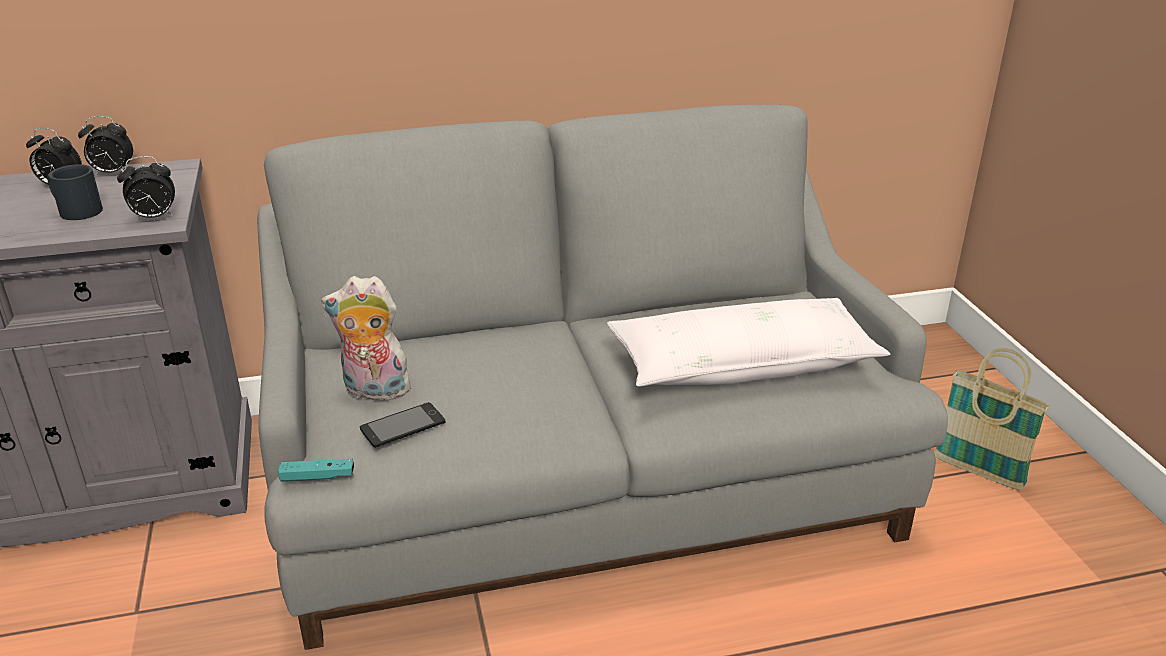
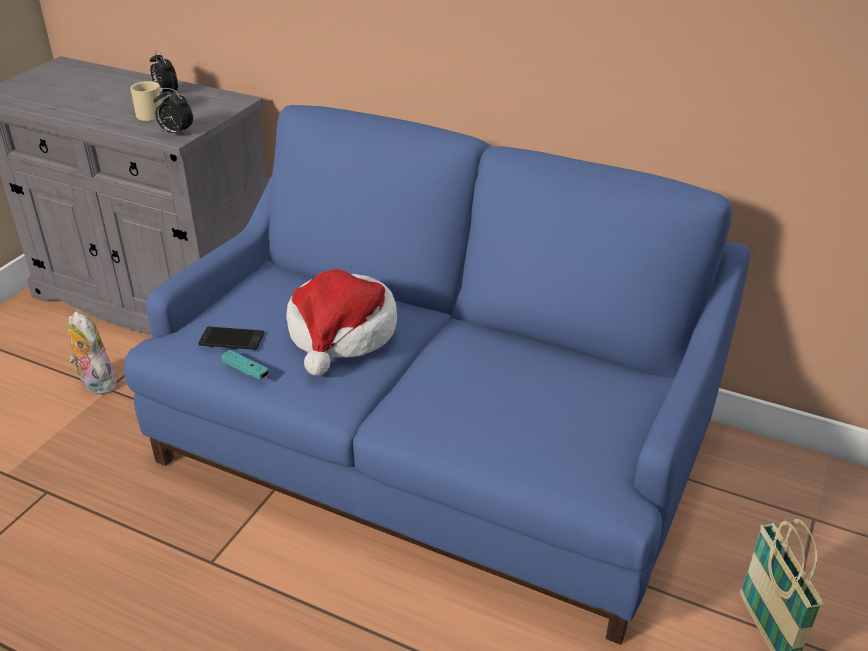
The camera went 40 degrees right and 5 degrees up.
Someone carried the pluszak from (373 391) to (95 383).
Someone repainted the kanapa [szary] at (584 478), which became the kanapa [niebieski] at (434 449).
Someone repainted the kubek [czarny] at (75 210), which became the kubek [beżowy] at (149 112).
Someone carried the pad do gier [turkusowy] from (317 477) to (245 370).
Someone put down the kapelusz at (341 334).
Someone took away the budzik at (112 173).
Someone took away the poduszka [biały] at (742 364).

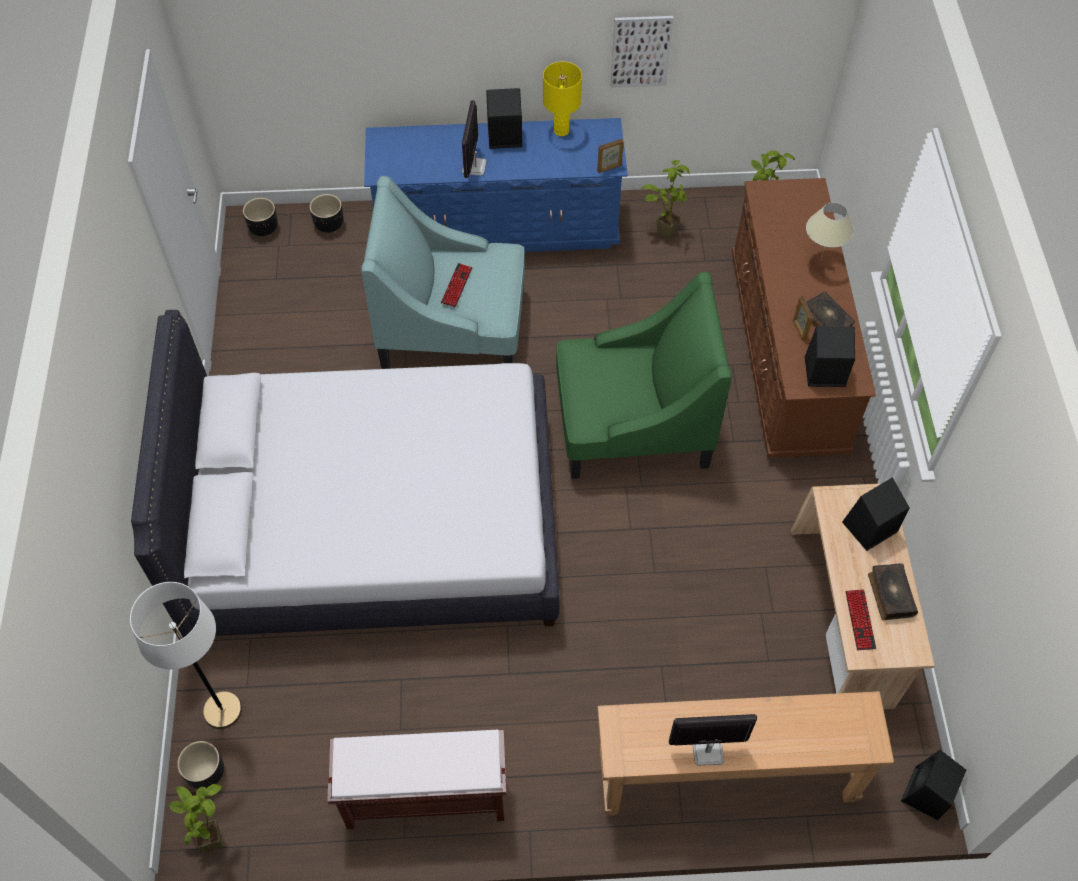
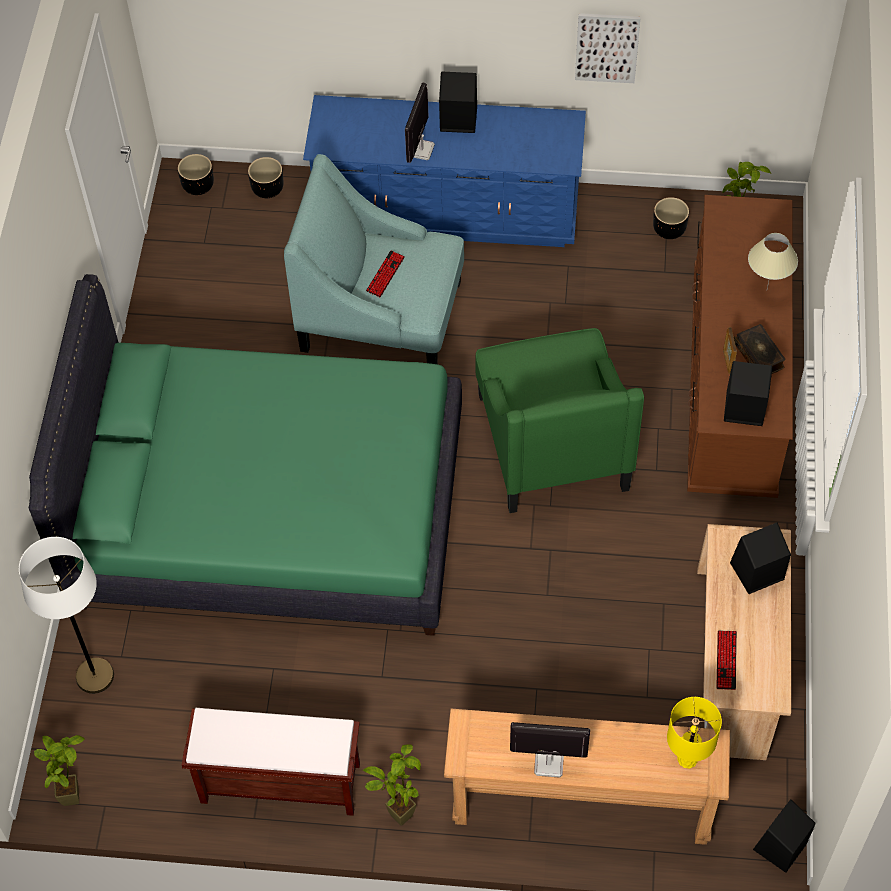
The camera went 10 degrees right and 0 degrees up.
Someone repainted the łóżko [biały] at (375 524), which became the łóżko [zielony] at (270 512).
Someone carried the roślina doniczkowa from (662 230) to (398 808).
Someone rotated the fotel [zielony] at (631 425) by 75 degrees clockwise.
Someone carried the donica [czarny] from (206 772) to (669 229).
Someone carried the lampa stołowa [żółty] from (561 130) to (687 758).
Someone took away the ramka na zdjęcie at (609 168).
Someone took away the książka at (890 595).

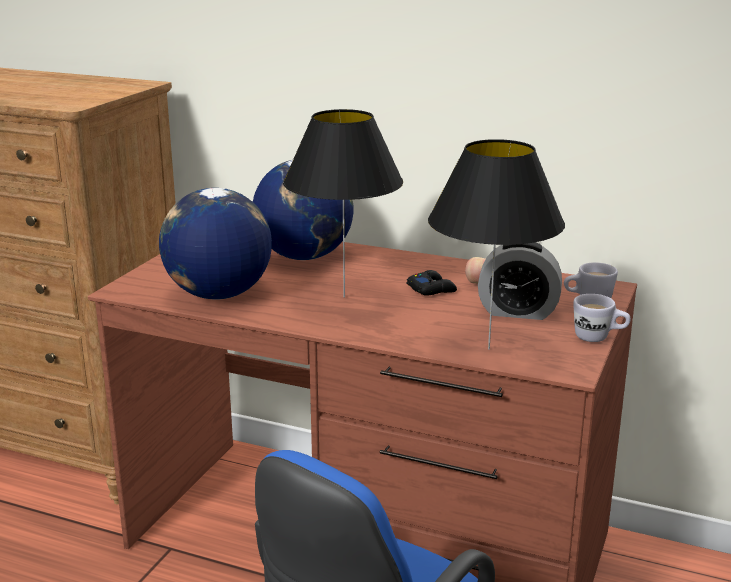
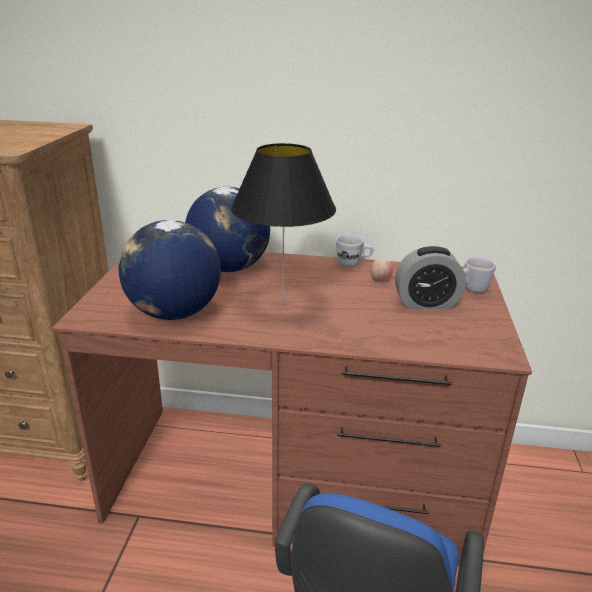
The camera went 15 degrees left and 5 degrees up.
Someone carried the kubek [biały] from (599 338) to (353 264).
Someone took away the pad do gier [czarny] at (431 289).
Someone took away the lampa stołowa [czarny] at (488 349).

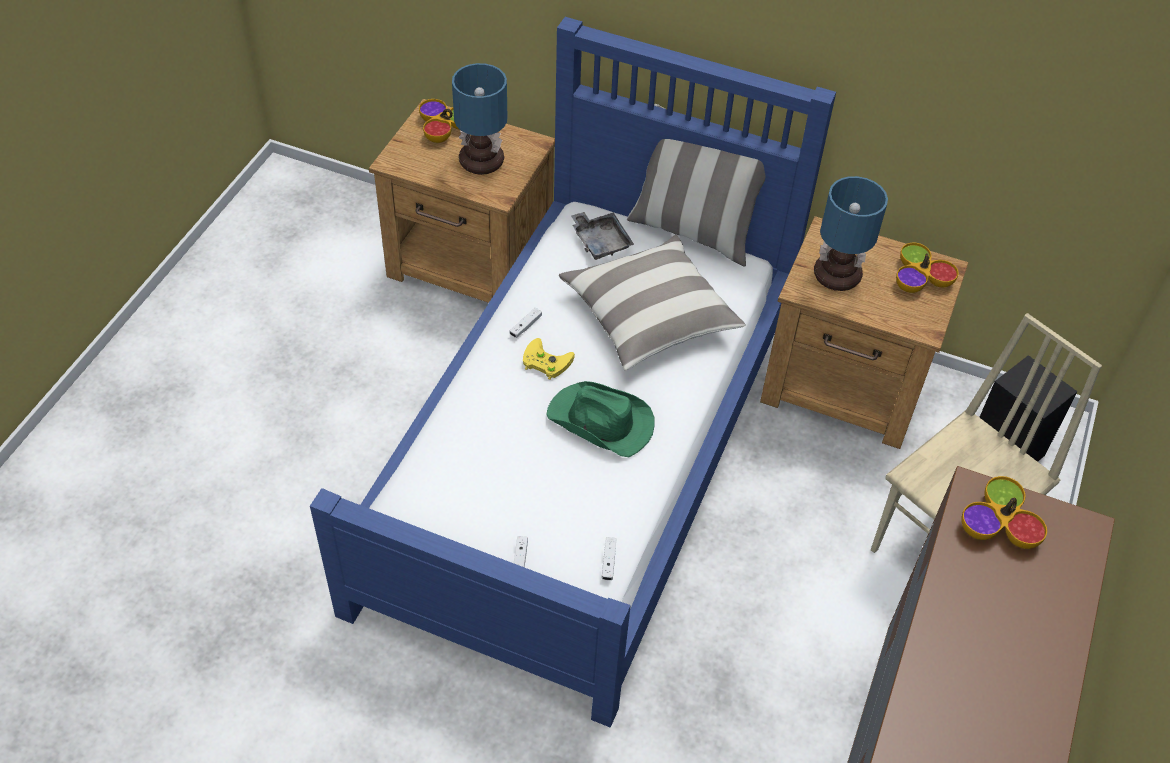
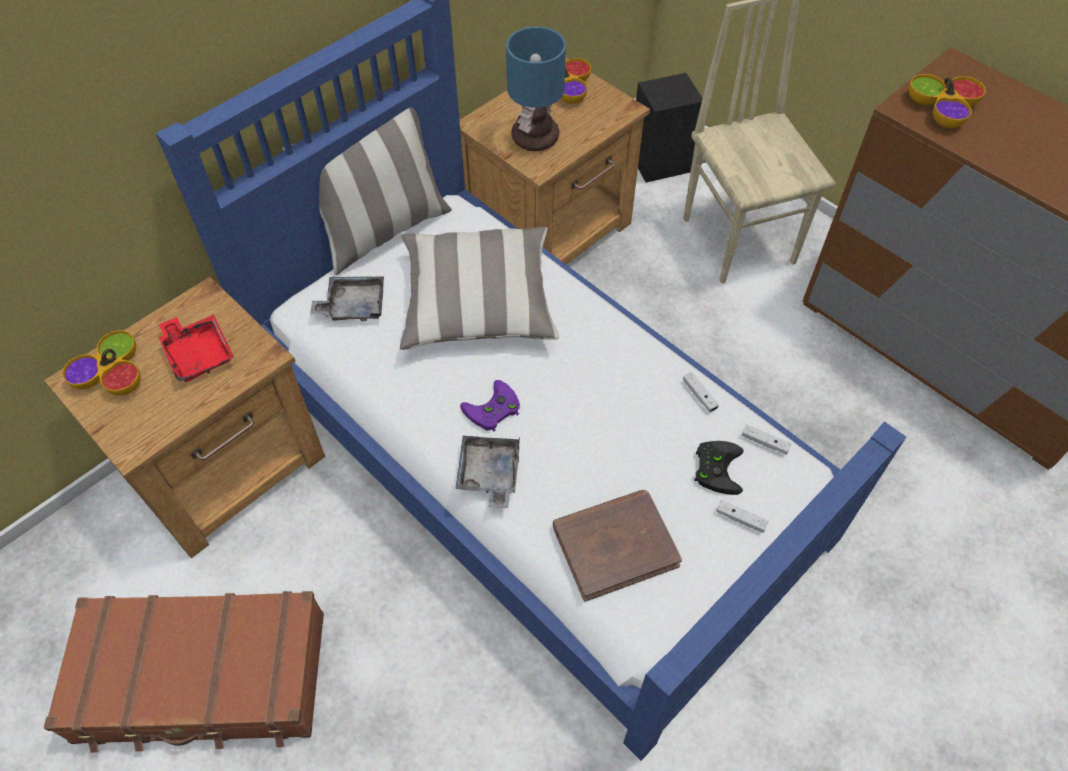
The camera went 65 degrees left and 5 degrees up.
Someone put down the walizka [brązowy] at (203 678).
Someone swapped the lampa stołowa at (483 161) for the taca [czerwony] at (198 354).
Someone put down the taca [szary] at (489 474).
Someone repainted the pad do gier [żółty] at (544 362), which became the pad do gier [fioletowy] at (492 411).
Someone put down the książka [brązowy] at (615 545).
Someone carried the pad do gier [biały] from (525 326) to (699 395).
Someone put down the pad do gier [czarny] at (716 467).
Someone took away the kapelusz [zielony] at (601 422).

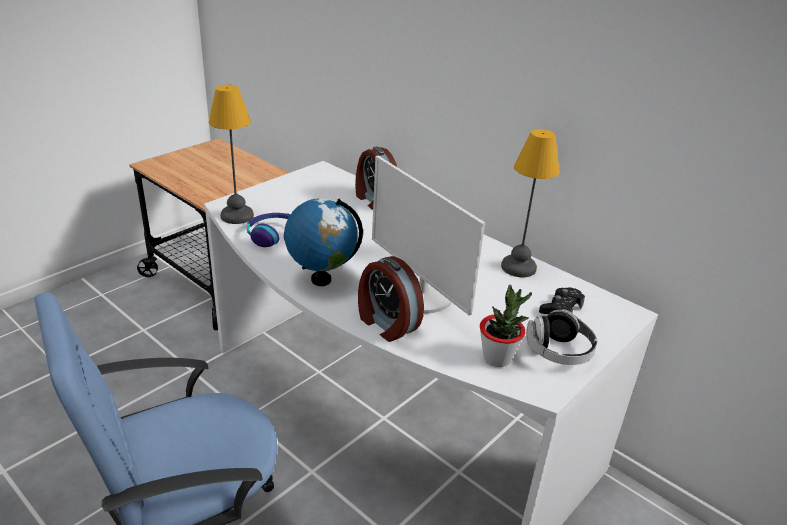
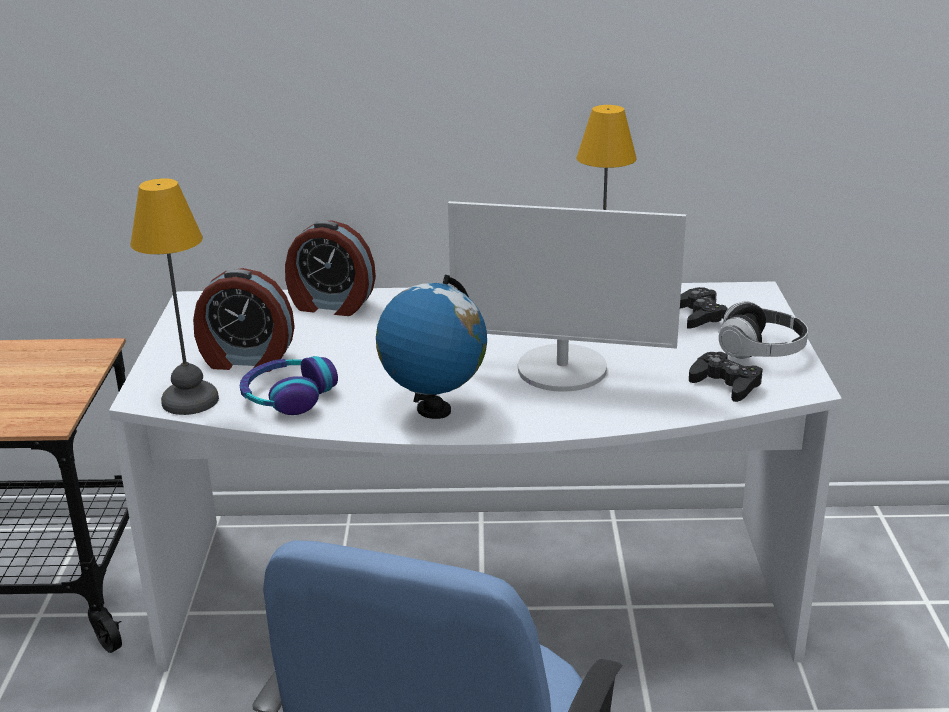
The camera went 40 degrees left and 5 degrees down.
Someone carried the budzik from (386 324) to (246 360).
Someone swapped the roślina doniczkowa at (497 358) for the pad do gier [czarny] at (725 384).

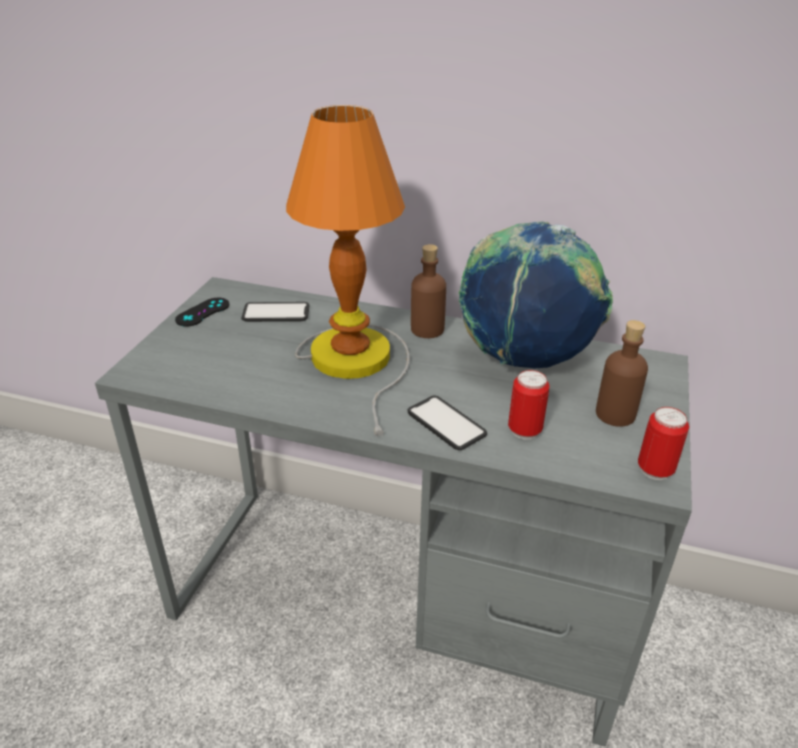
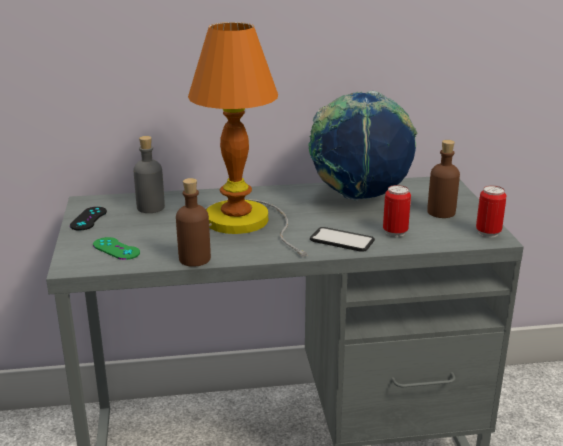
The camera went 25 degrees left and 10 degrees down.
Someone put down the pad do gier [zielony] at (116 249).
Someone swapped the telefon at (276 313) for the butelka [szary] at (150 207).
Someone carried the butelka [brązowy] from (427 329) to (194 259).

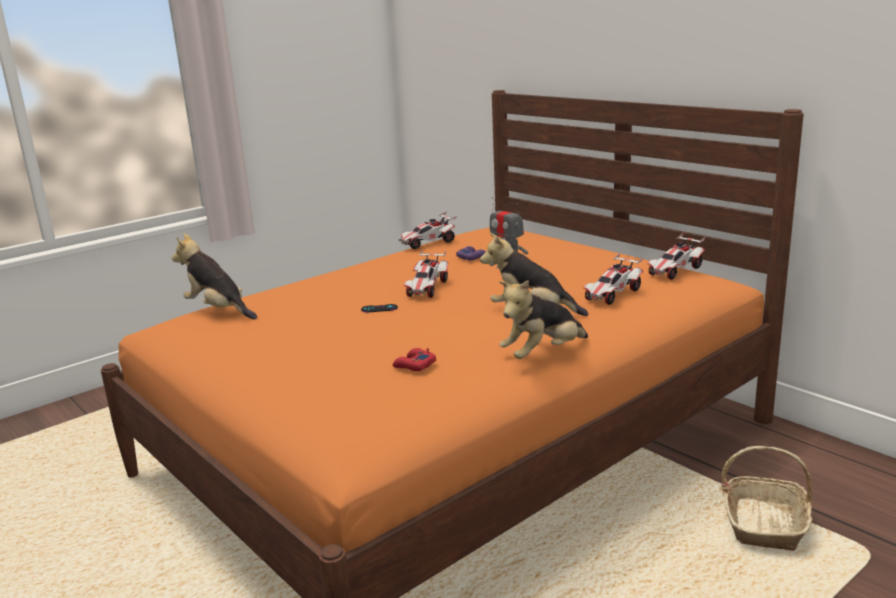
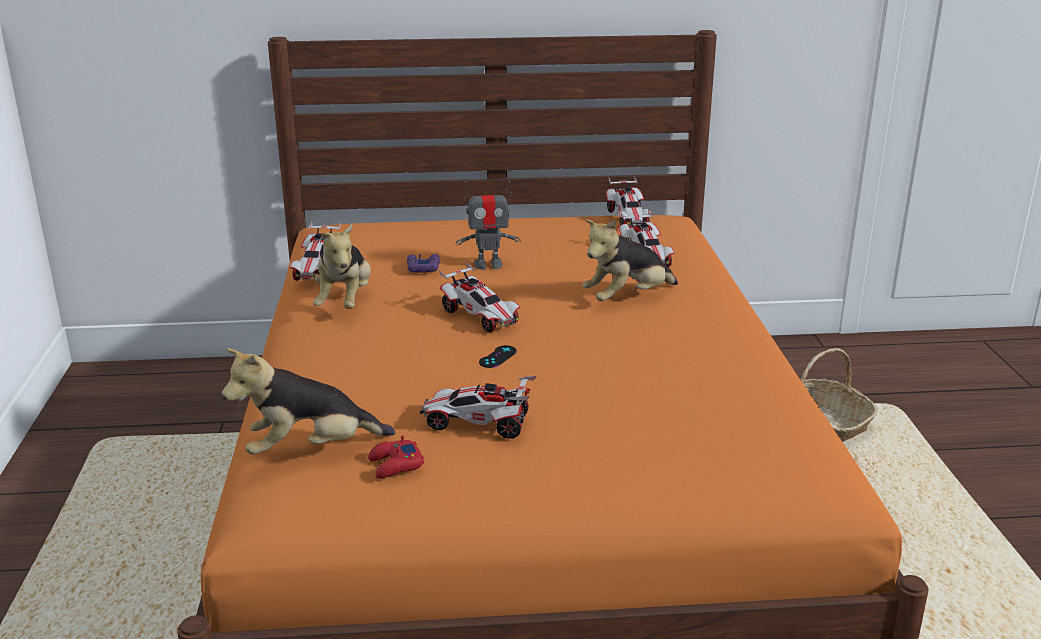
The camera went 55 degrees left and 5 degrees up.
Someone carried the pluszak from (542 354) to (345 302).
Someone carried the pad do gier [czerwony] from (414 365) to (395 465).
Someone put down the samochodzik at (478 424).

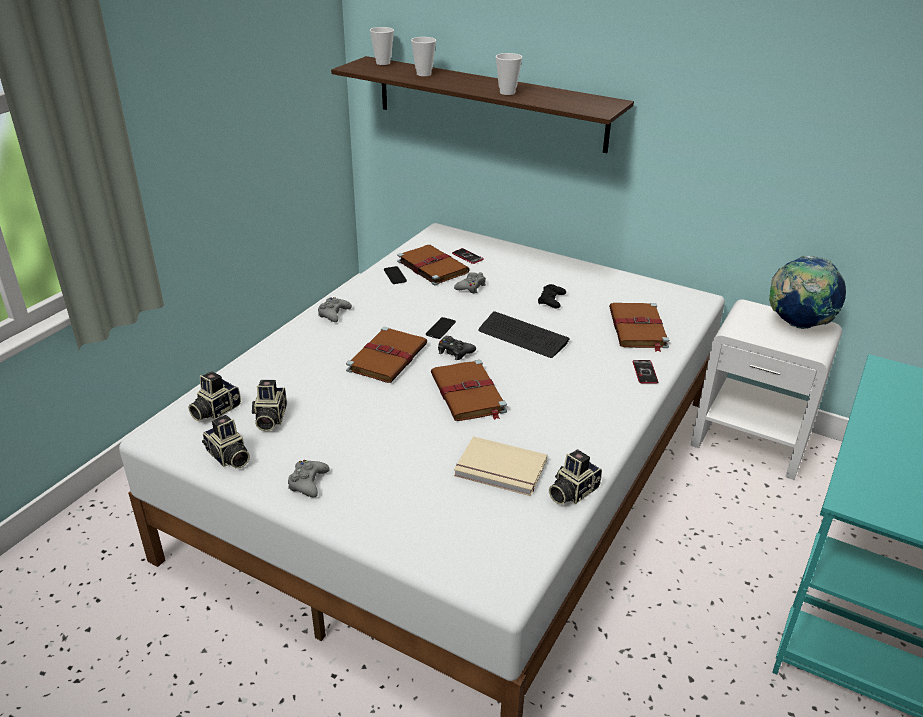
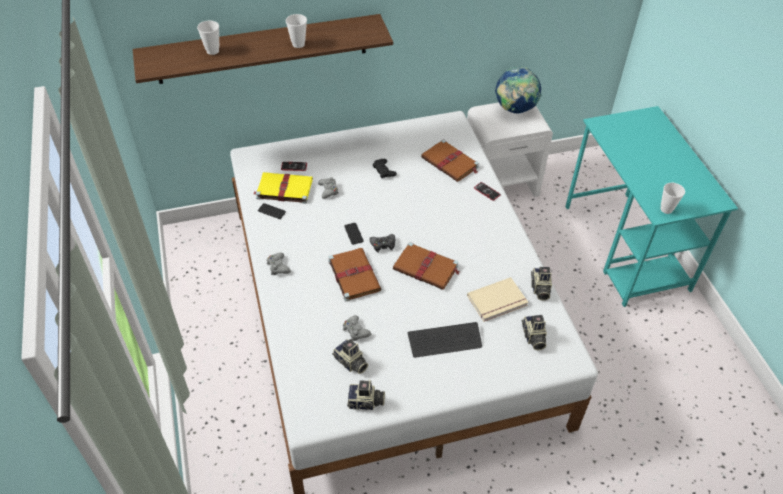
The camera went 45 degrees left and 15 degrees up.
Someone repainted the książka [brązowy] at (431 266), which became the książka [żółty] at (283 189).
Someone carried the pad do gier [szary] from (308 483) to (355 331).
Someone carried the klawiatura from (522 336) to (444 340).
Someone carried the aparat fotograficzny from (214 410) to (533 337).
Someone carried the filiżanka from (383 63) to (666 209).

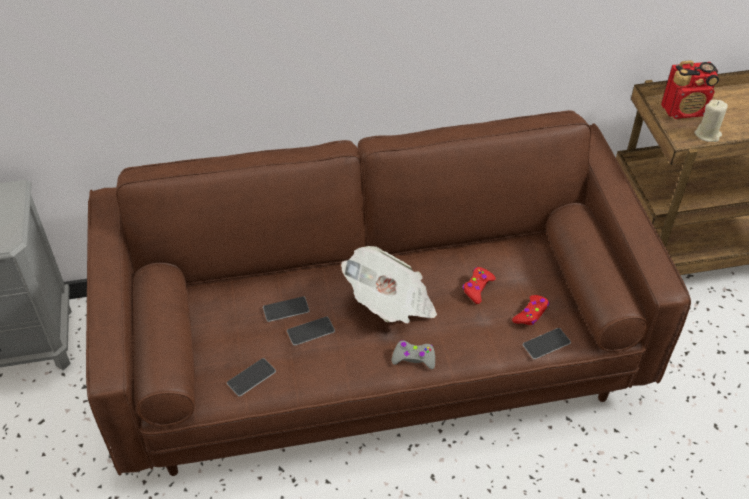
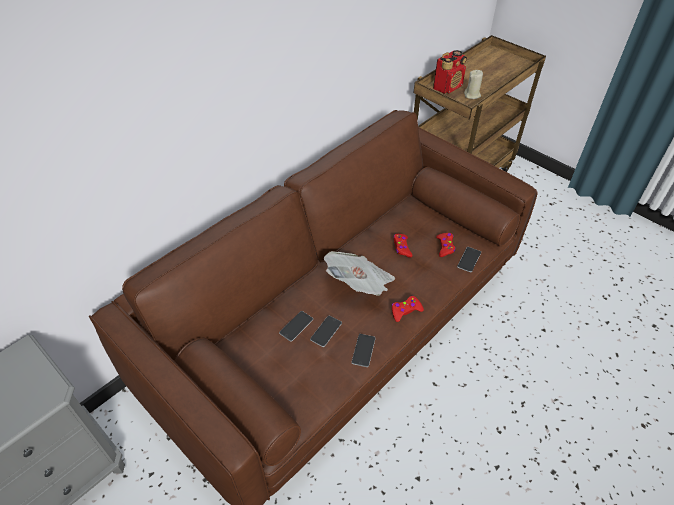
The camera went 35 degrees left and 0 degrees up.
Someone carried the telefon from (251 377) to (363 350).
Someone repainted the pad do gier [szary] at (414 358), which became the pad do gier [czerwony] at (405 311).

